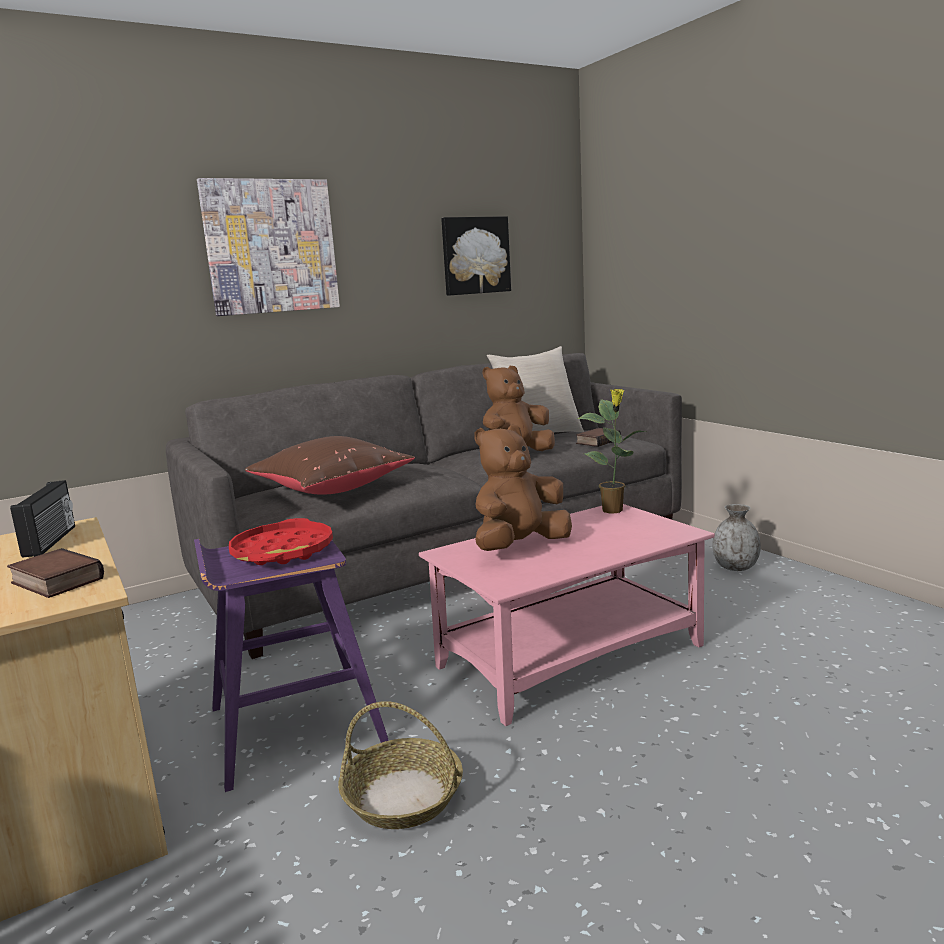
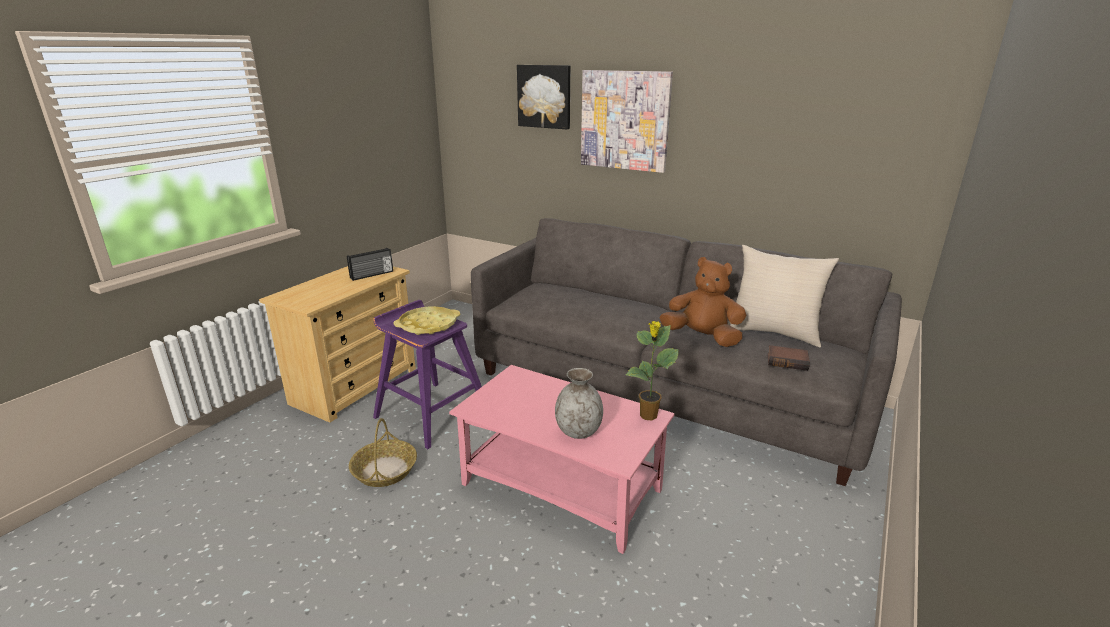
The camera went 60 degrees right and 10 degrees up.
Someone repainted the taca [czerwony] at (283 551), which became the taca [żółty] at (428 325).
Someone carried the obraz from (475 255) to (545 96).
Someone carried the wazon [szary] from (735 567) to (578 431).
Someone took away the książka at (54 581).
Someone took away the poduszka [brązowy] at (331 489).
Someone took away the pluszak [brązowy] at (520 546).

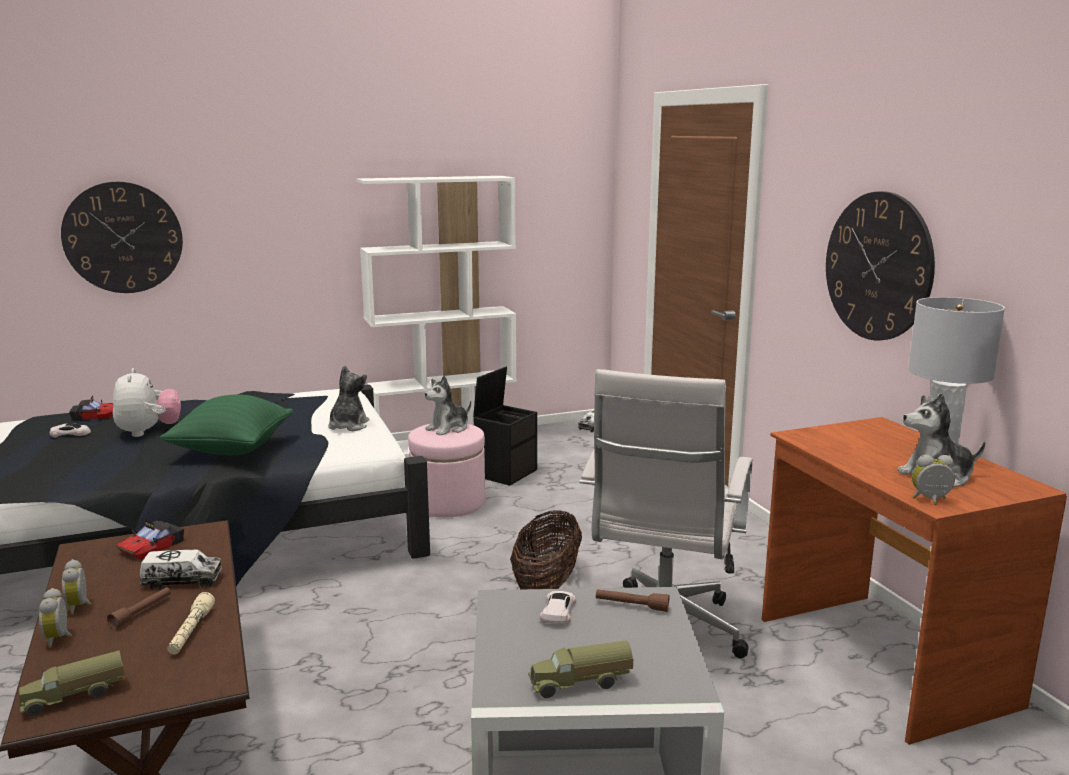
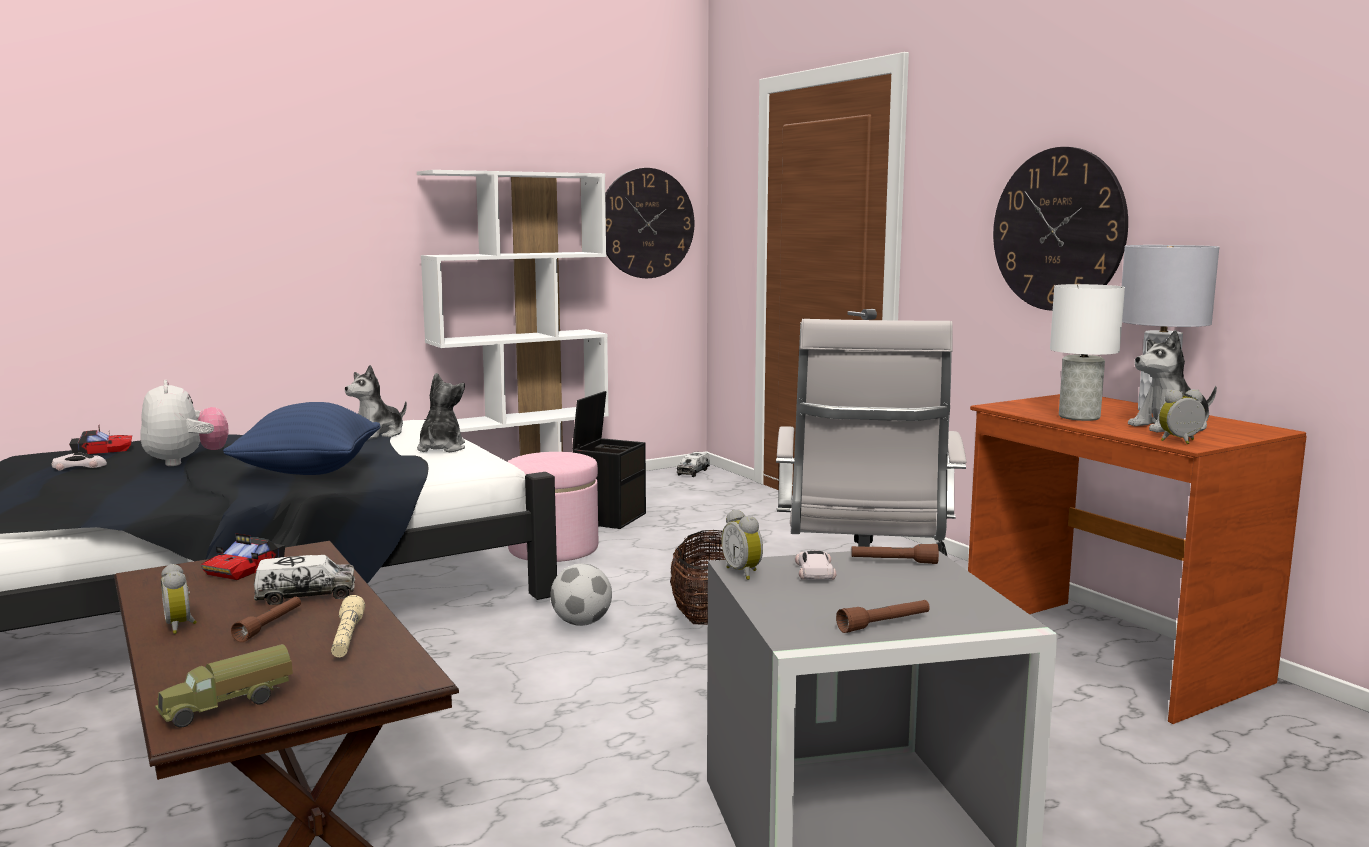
The camera went 10 degrees left and 5 degrees down.
Someone repainted the poduszka [zielony] at (232 450), which became the poduszka [niebieski] at (308 471).
Someone carried the pluszak from (448 428) to (378 434).
Someone put down the piłka futbolowa at (581 623).
Someone carried the zegar ścienny from (123 238) to (646 223).
Someone carried the budzik from (59 638) to (744 572).
Someone swapped the ciężarówka zabawkowa at (580 684) for the latarka [brązowy] at (884 624).
Someone put down the lampa stołowa [biały] at (1080 417).

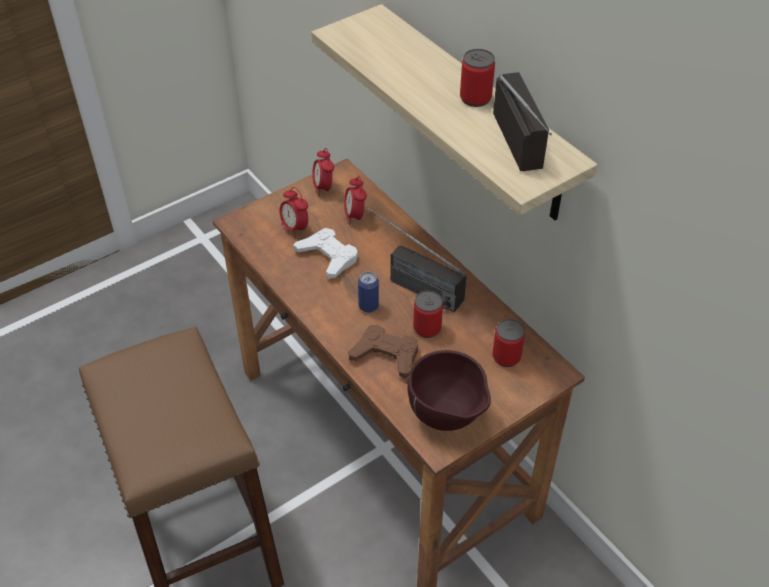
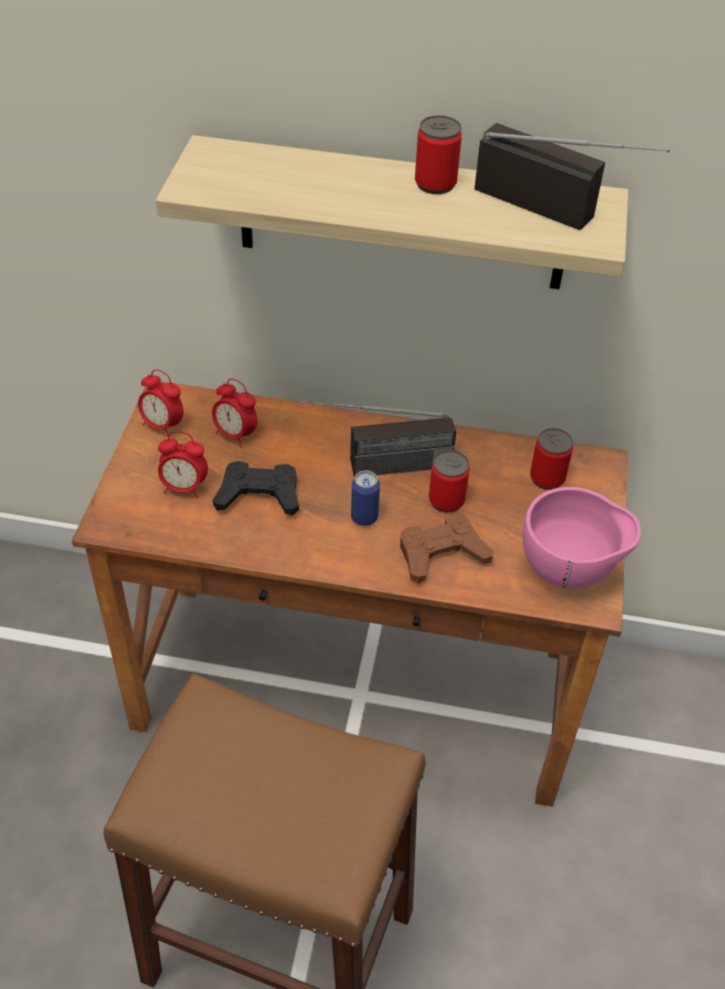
The camera went 45 degrees left and 0 degrees up.
Someone repainted the pad do gier [biały] at (328 256), which became the pad do gier [czarny] at (259 495).
Someone repainted the miska [brązowy] at (448 418), which became the miska [różowy] at (570 572).

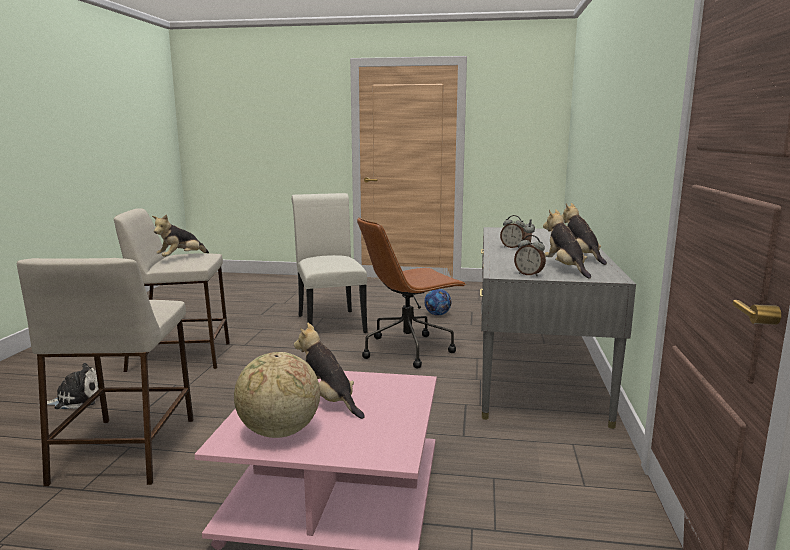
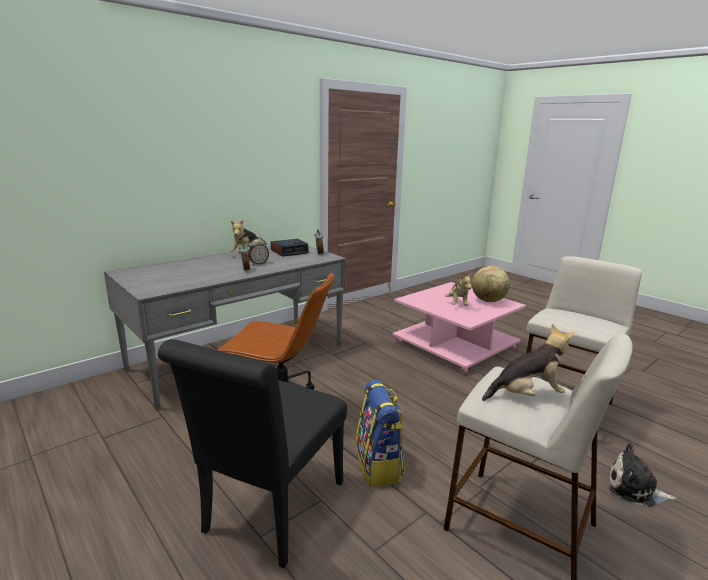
The camera went 140 degrees left and 5 degrees up.
Someone repainted the krzesło [biały] at (330 322), which became the krzesło [czarny] at (270 513).
Someone swapped the pluszak at (565 269) for the budzik at (289 251).
Someone put down the plecak at (379 466).
Someone took away the piłka futbolowa at (437 314).

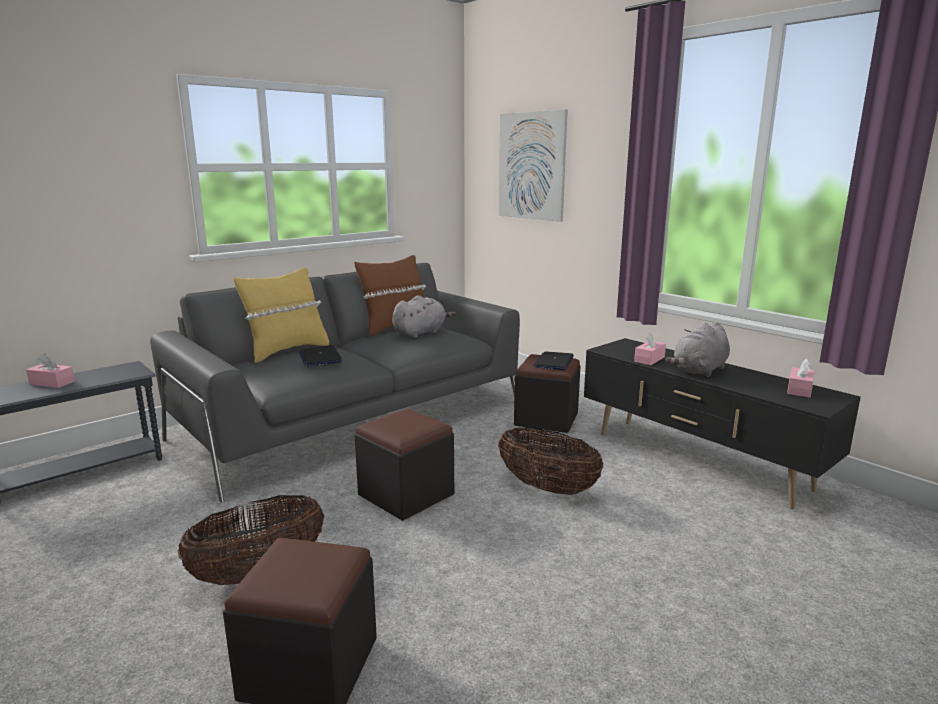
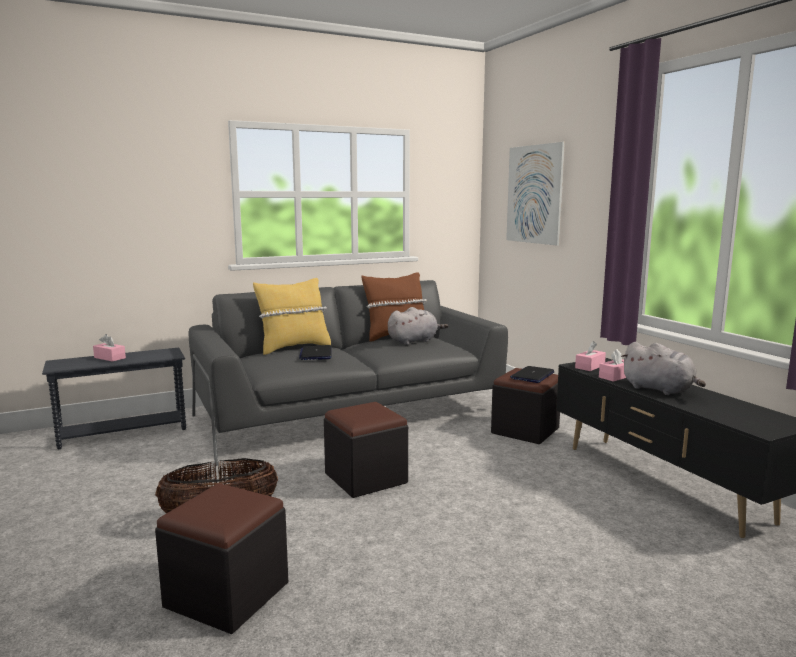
The camera went 15 degrees right and 5 degrees down.
Someone carried the pudełko chusteczek [różowy] from (799 389) to (590 366).
Someone rotated the pluszak [szary] at (699 371) by 105 degrees counterclockwise.
Someone took away the koszyk at (547 488).

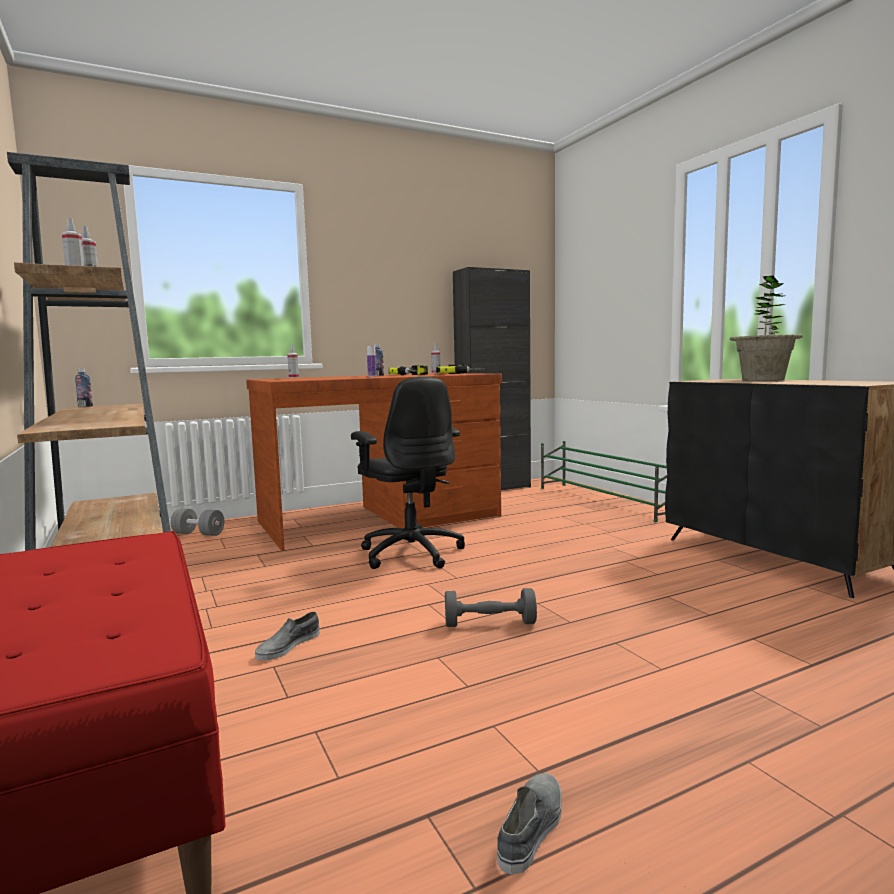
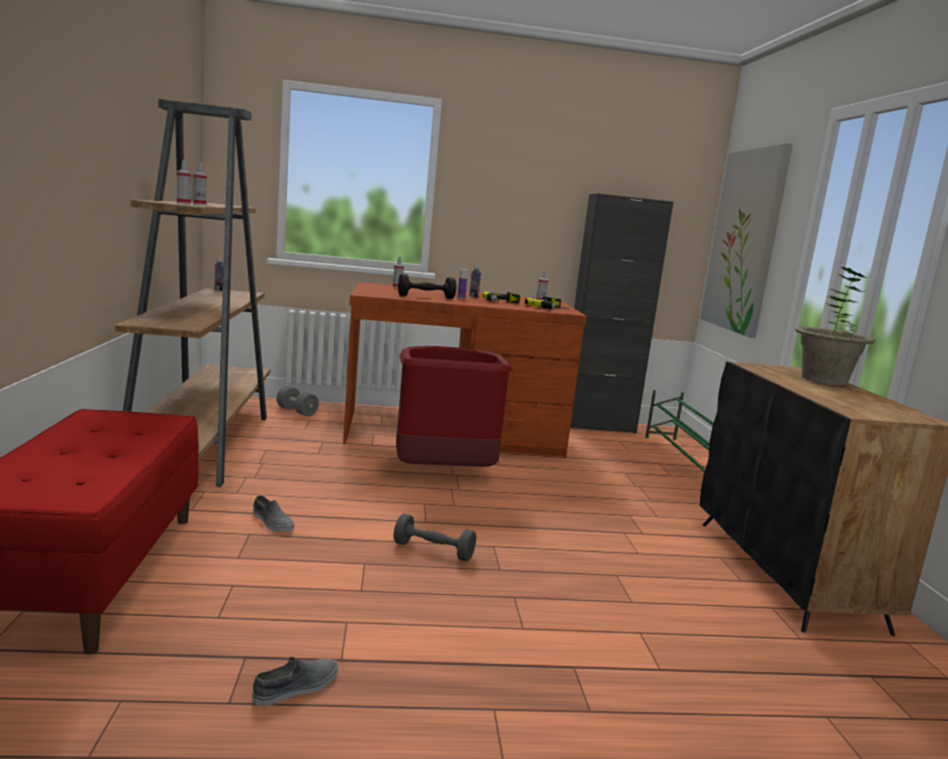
The camera went 20 degrees right and 5 degrees up.
Someone rotated the but [szary] at (288 646) by 105 degrees counterclockwise.
Someone swapped the krzesło biurowe [czarny] at (411 553) for the kosz na śmieci [czerwony] at (442 473).
Someone put down the hantel [czarny] at (426 297).
Someone put up the obraz at (743 241).

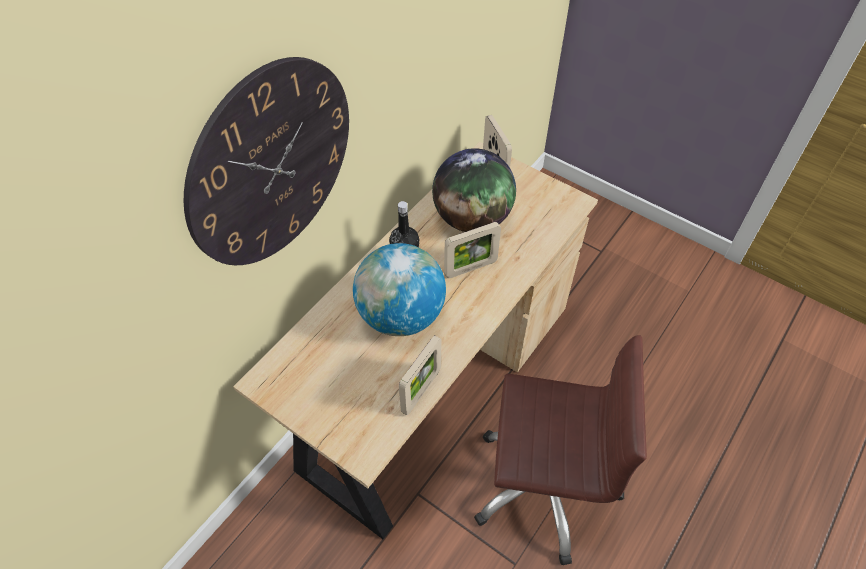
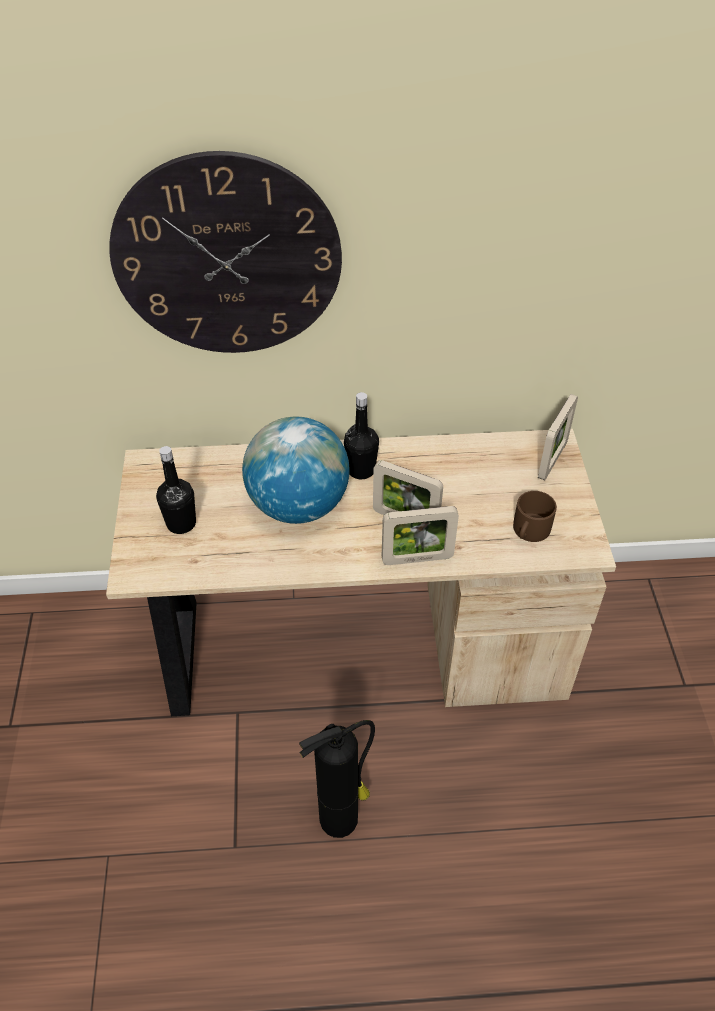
The camera went 50 degrees right and 5 degrees down.
Someone put down the butelka [czarny] at (181 523).
Someone swapped the krzesło biurowe [brązowy] at (544 485) for the gaśnica at (341 818).
Someone carried the ramka na zdjęcie from (421 391) to (417 559).
Someone put down the kubek [brązowy] at (529 531).
Someone took away the globus at (472 218).

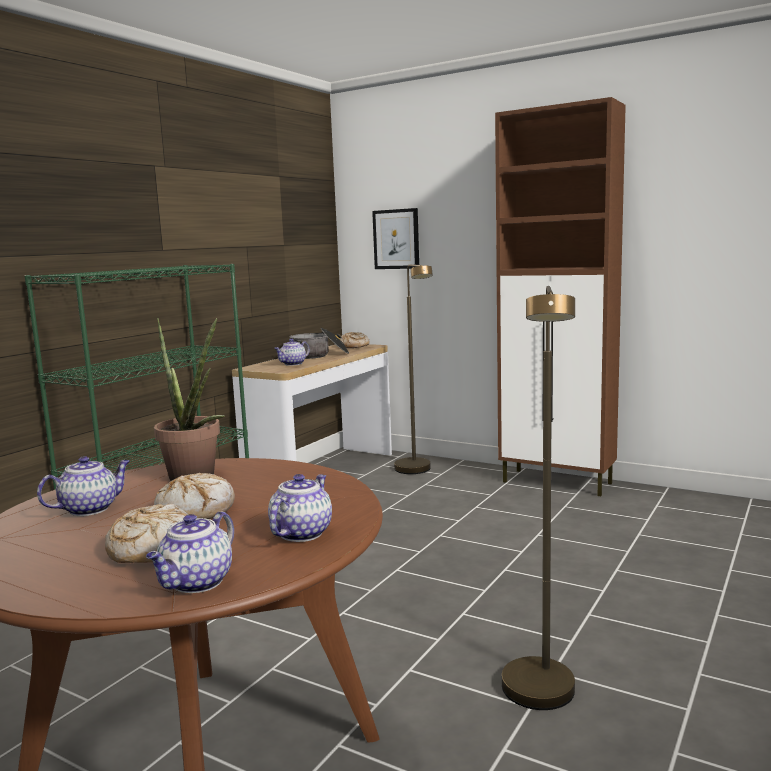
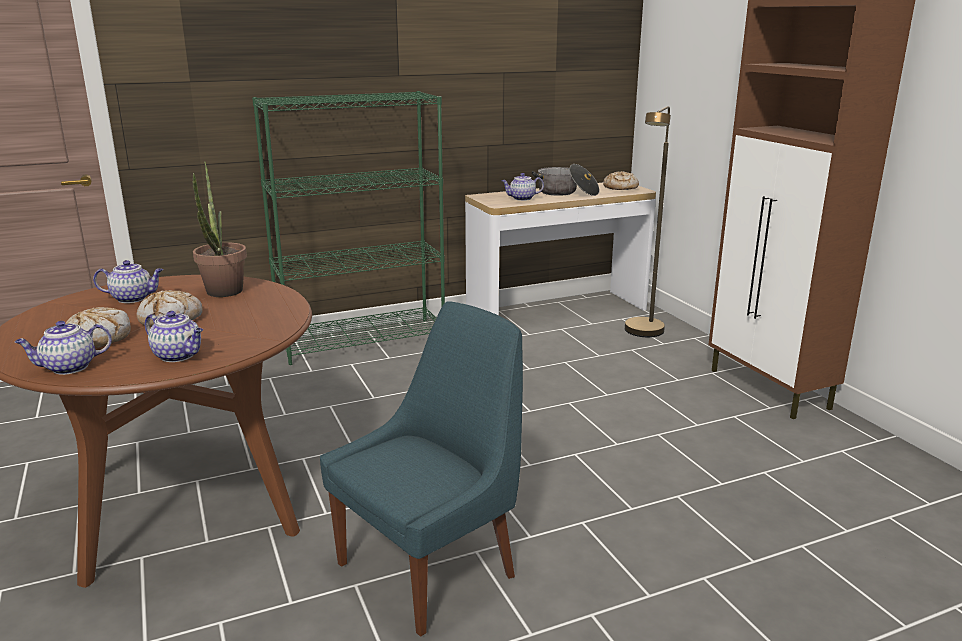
The camera went 35 degrees right and 10 degrees up.
Someone rotated the imbryk at (301 533) by 60 degrees clockwise.
Someone swapped the lampa stojąca [brązowy] at (541 701) for the krzesło [niebieski] at (431 567).
Someone took away the obraz at (396 239).

